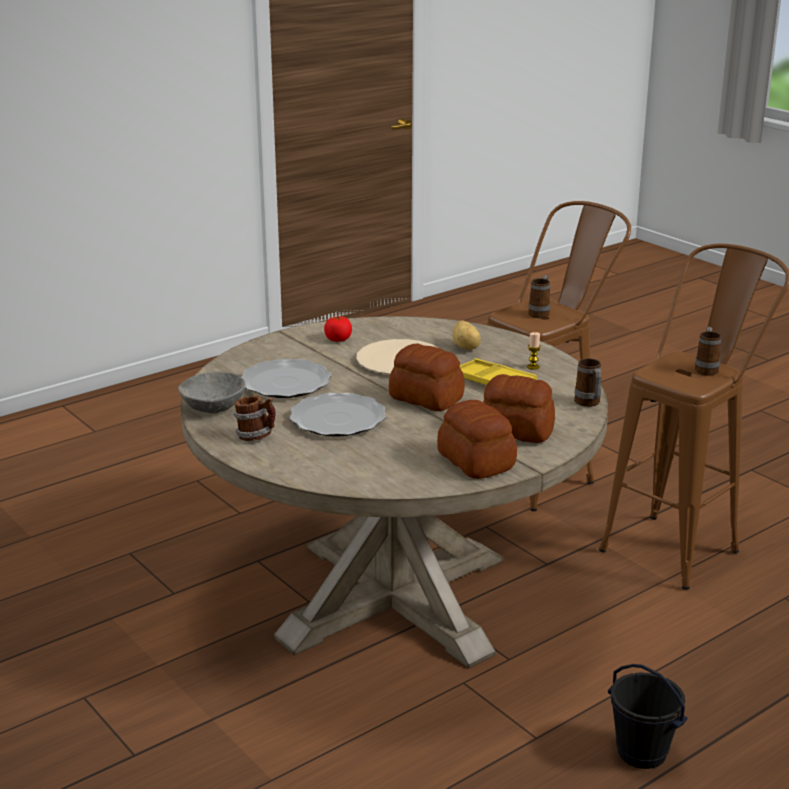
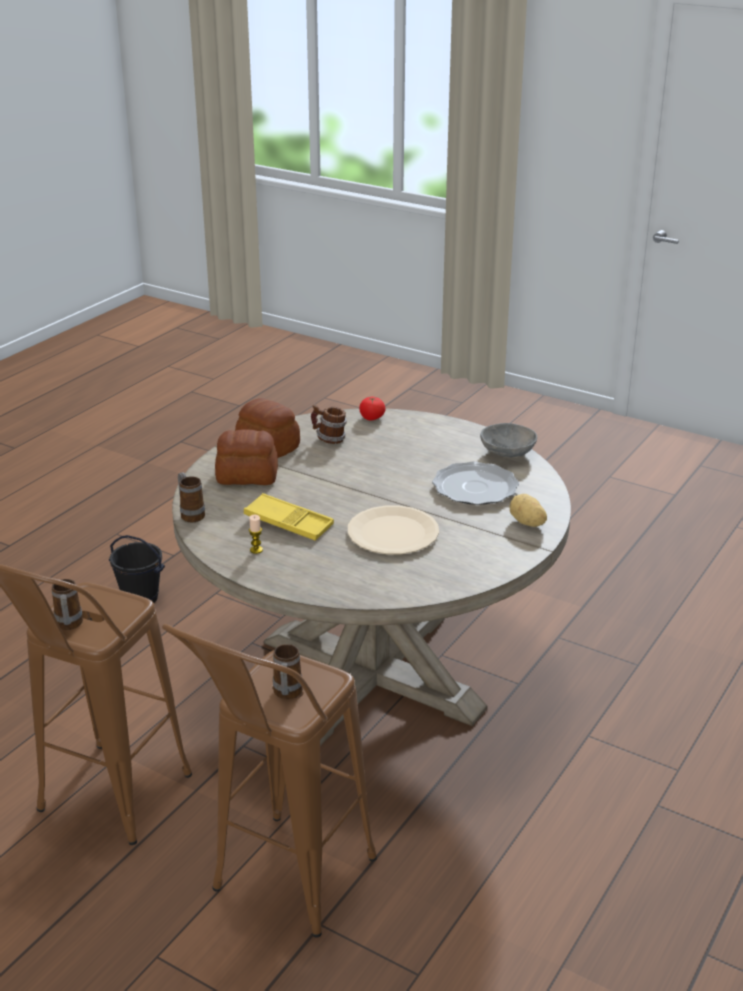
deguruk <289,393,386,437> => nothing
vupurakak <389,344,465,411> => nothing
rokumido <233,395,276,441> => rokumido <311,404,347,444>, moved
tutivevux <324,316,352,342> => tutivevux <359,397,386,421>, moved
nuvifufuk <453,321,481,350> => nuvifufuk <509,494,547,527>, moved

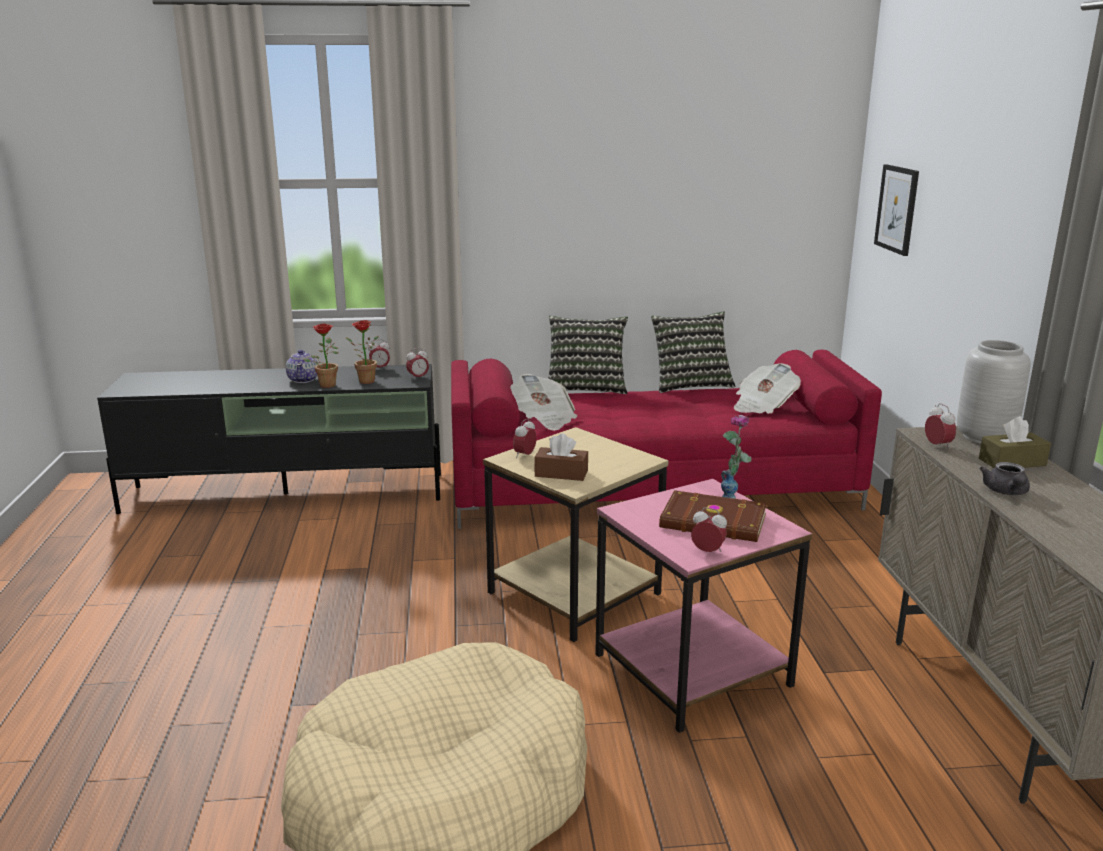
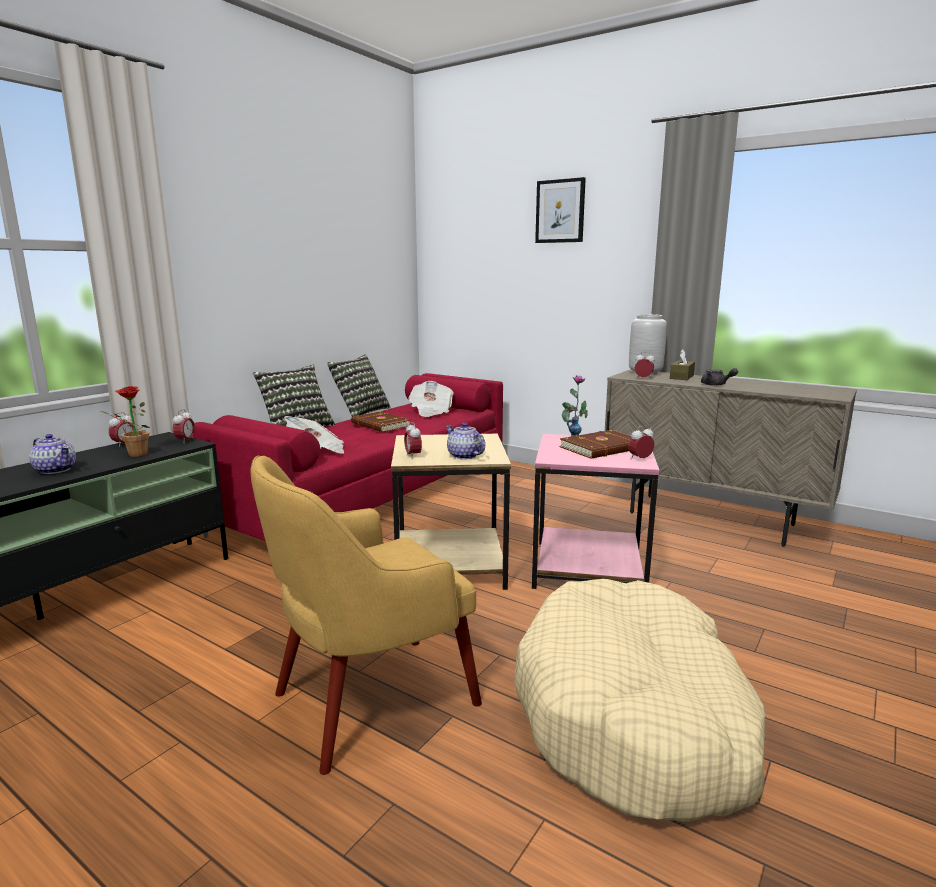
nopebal <303,324,338,388> => nothing
nothing => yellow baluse <250,456,482,775>
nothing => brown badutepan <351,411,410,432>
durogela <874,164,919,256> => durogela <535,177,586,243>, moved
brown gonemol <534,433,588,481> => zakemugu <446,423,485,459>

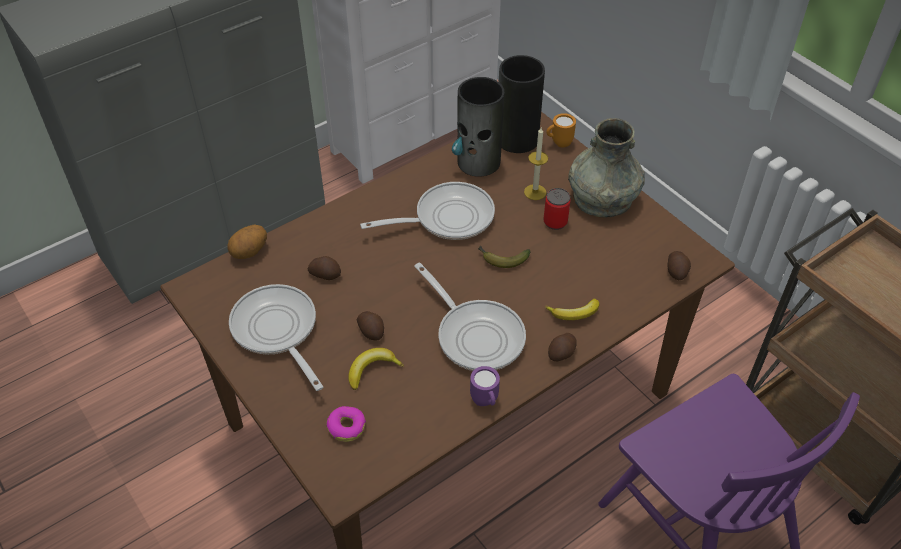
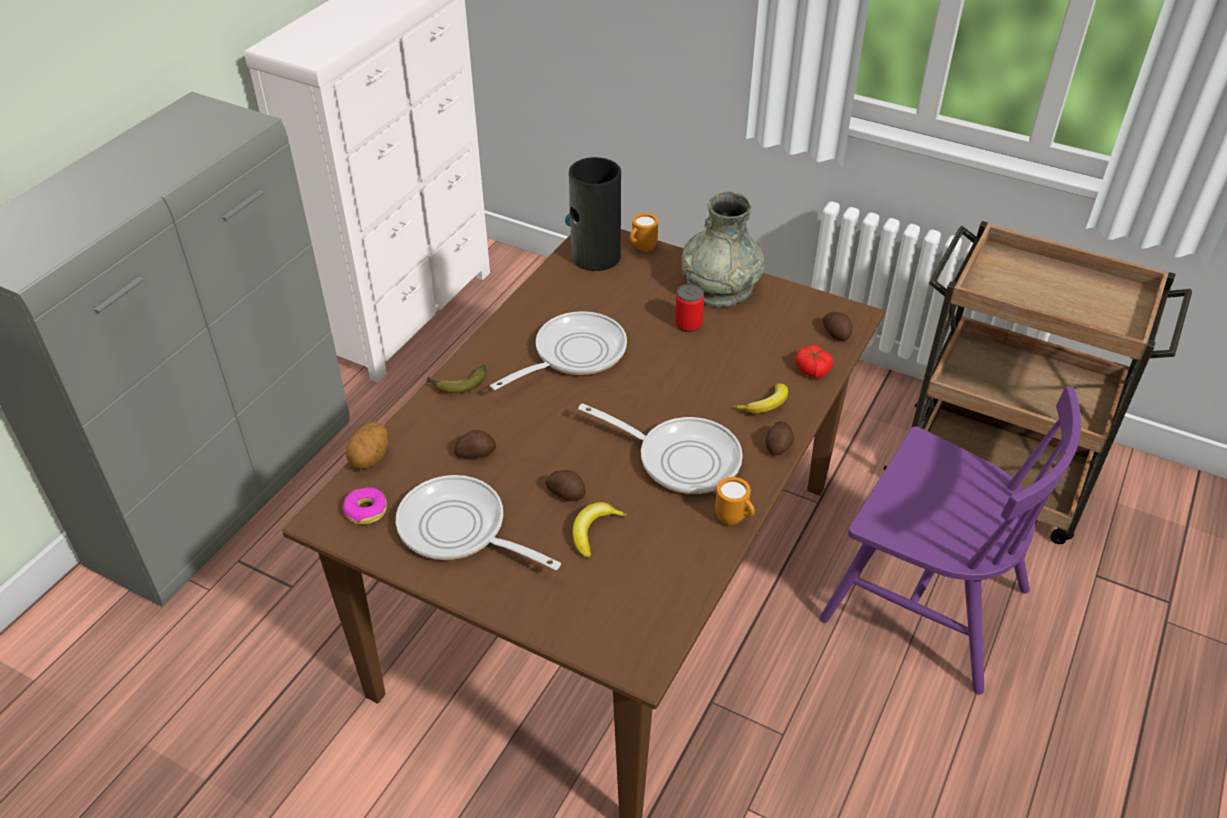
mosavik <452,77,504,177> => nothing
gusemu <524,128,548,200> => nothing
nothing => tutivevux <795,345,833,378>
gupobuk <326,406,366,442> => gupobuk <343,487,387,524>, moved
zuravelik <478,246,531,268> => zuravelik <427,365,486,393>, moved
purple rokumido <470,366,500,406> => orange rokumido <715,477,755,525>

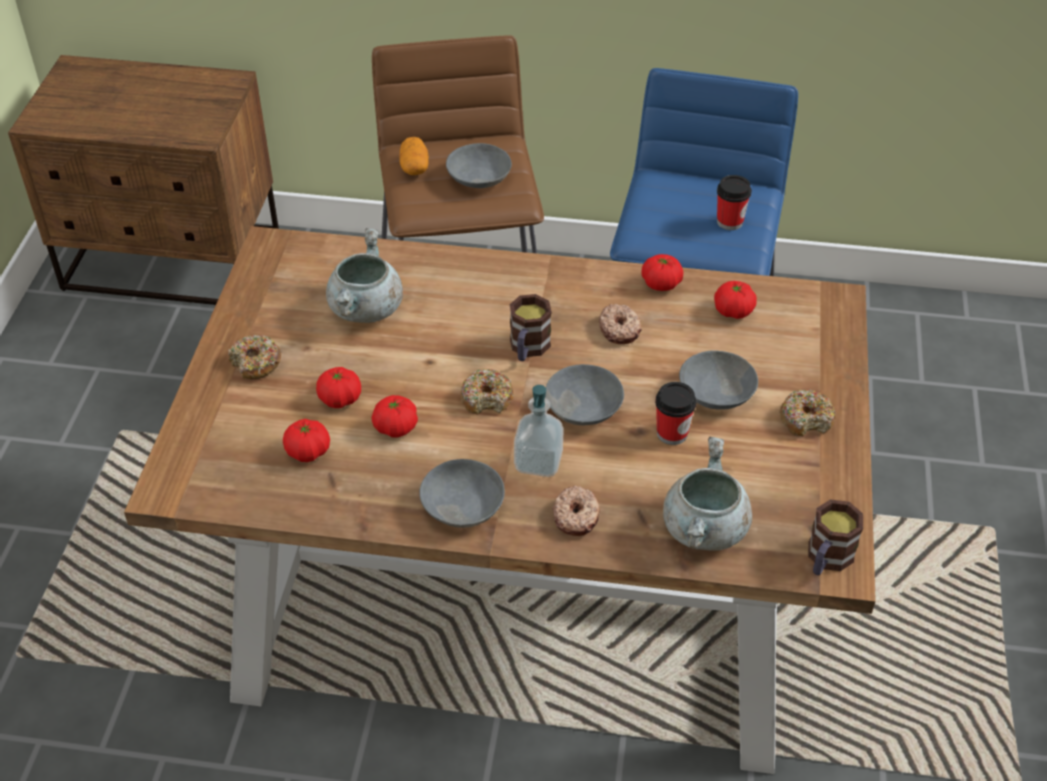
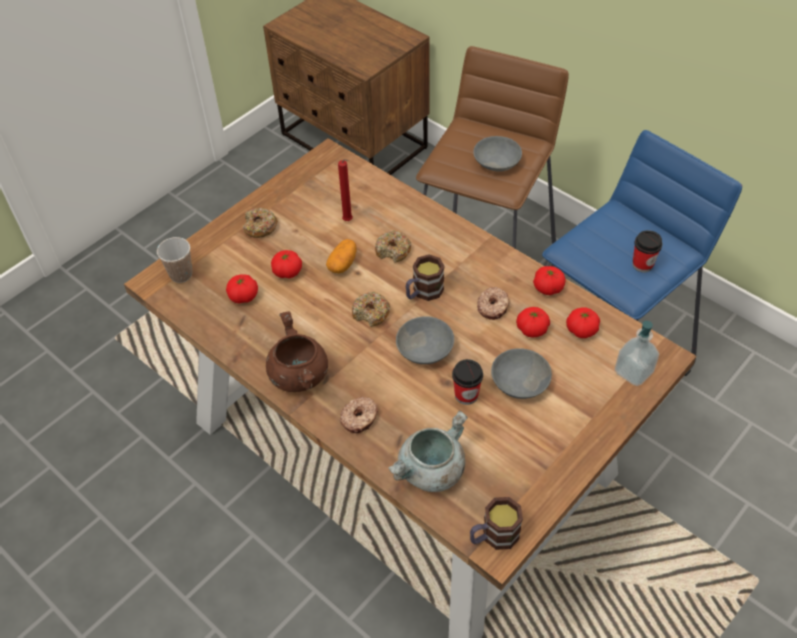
nothing => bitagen <157,237,192,283>
tutivevux <371,395,418,437> => tutivevux <516,307,550,338>, moved
nuvifufuk <400,137,429,175> => nuvifufuk <326,239,357,273>, moved
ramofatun <514,385,564,477> => ramofatun <615,321,659,386>, moved
gupobuk <779,389,835,437> => gupobuk <375,231,411,263>, moved
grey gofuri <326,228,403,323> => red gusemu <338,159,353,221>
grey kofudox <419,459,505,528> => brown gofuri <266,311,328,392>

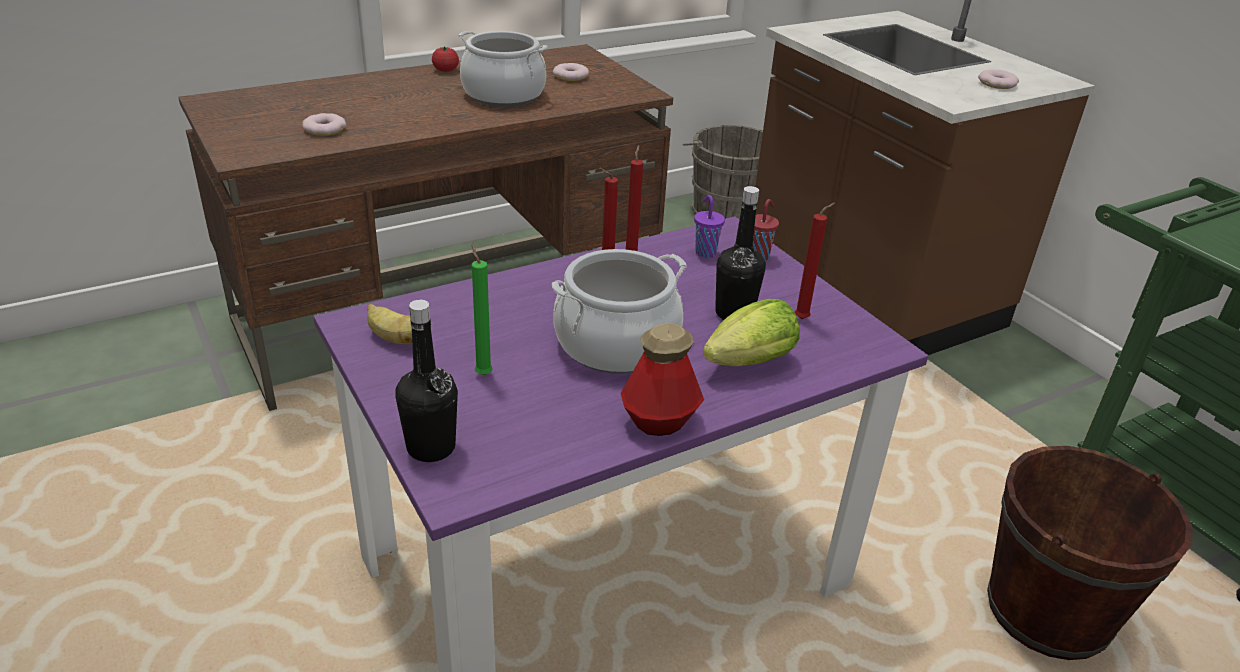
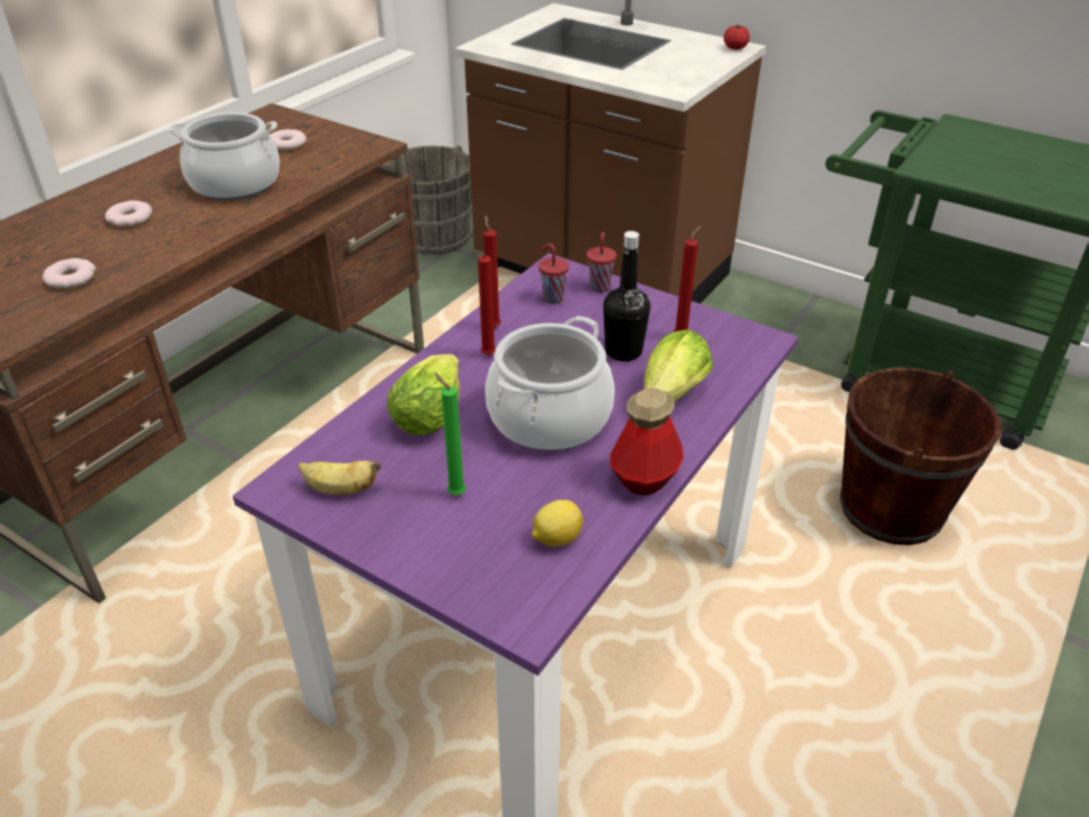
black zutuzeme <395,300,458,462> => nothing
nothing => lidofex <387,354,459,435>
nothing => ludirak <532,500,583,547>
tutivevux <432,46,459,72> => tutivevux <724,24,750,50>, moved
gupobuk <978,70,1019,89> => gupobuk <105,200,152,227>, moved
purple bitagen <694,195,725,258> => red bitagen <539,243,569,304>

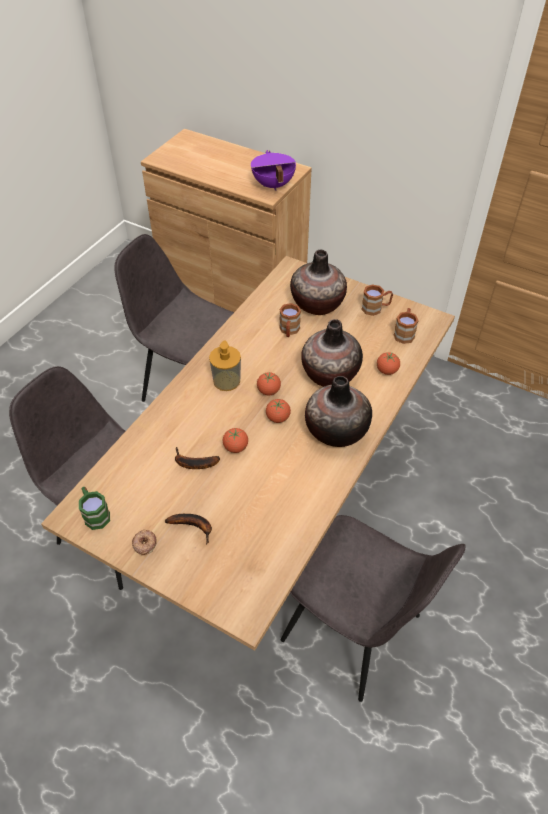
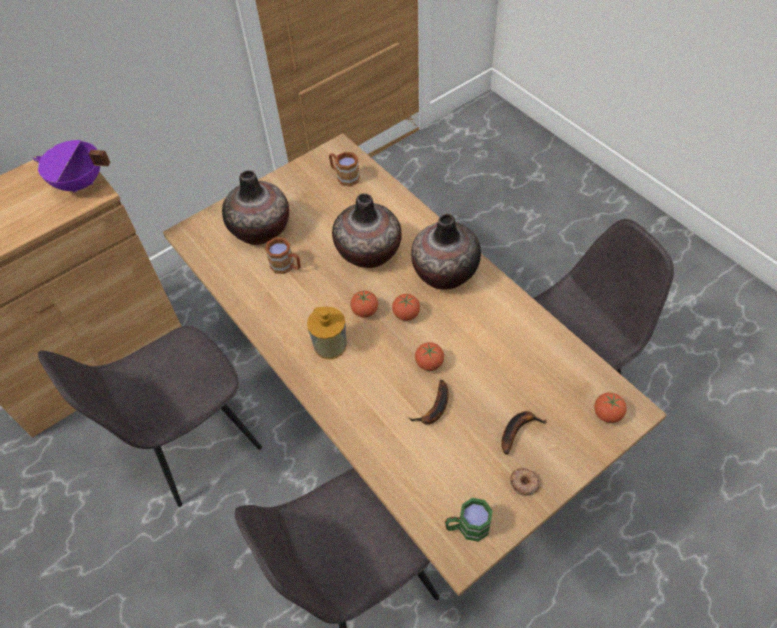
brown rokumido <361,285,393,316> => nothing
tutivevux <377,352,400,375> => tutivevux <594,392,627,423>, moved

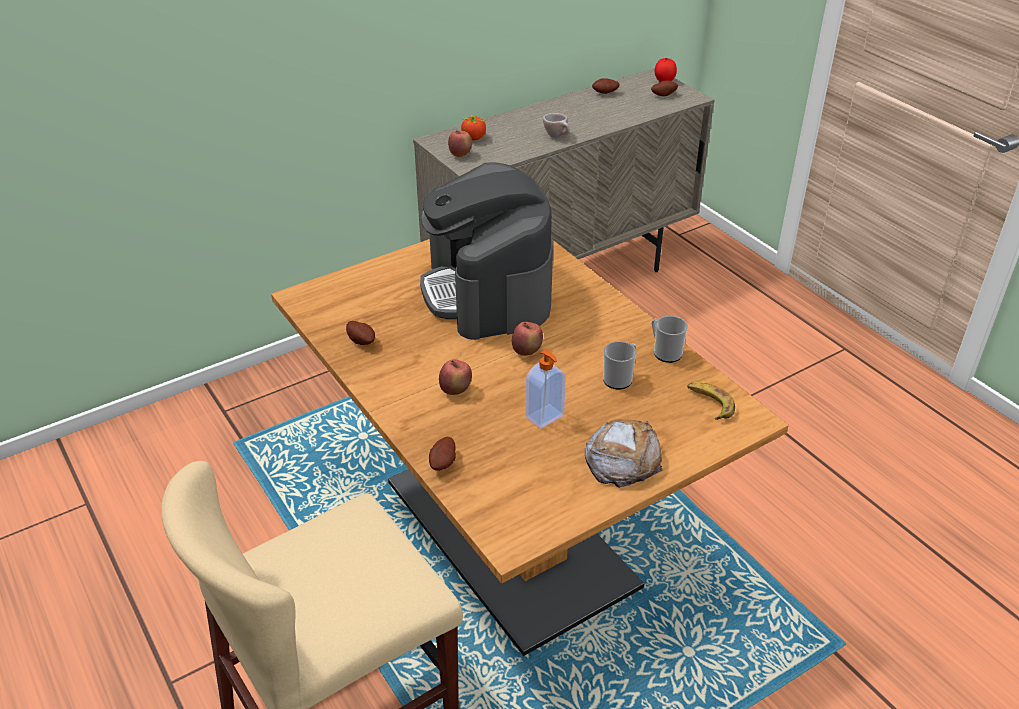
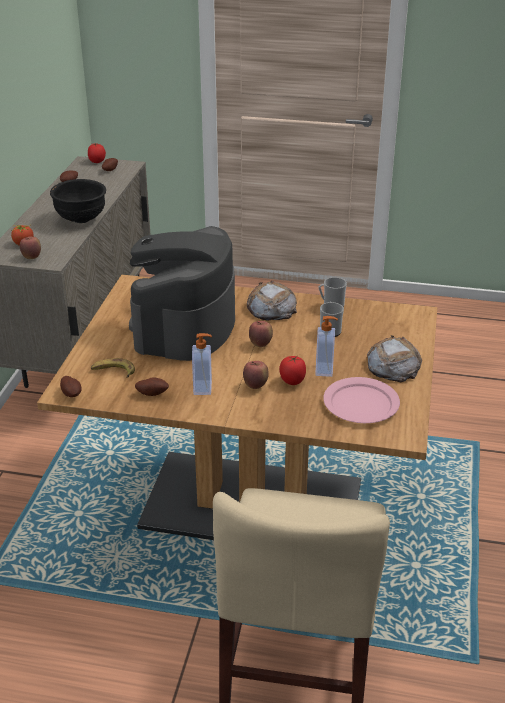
nothing => ramofatun <192,333,212,395>
nothing => vupurakak <247,280,297,321>
nothing => tutivevux <279,356,306,385>
nothing => pink deguruk <323,377,400,423>
nuvifufuk <429,437,456,471> => nuvifufuk <60,376,82,397>, moved
zuravelik <687,382,735,420> => zuravelik <91,358,135,378>, moved
beige bitagen <543,113,570,138> => black kofudox <50,179,106,223>
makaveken <420,162,553,340> => makaveken <129,226,235,361>, 75 degrees clockwise

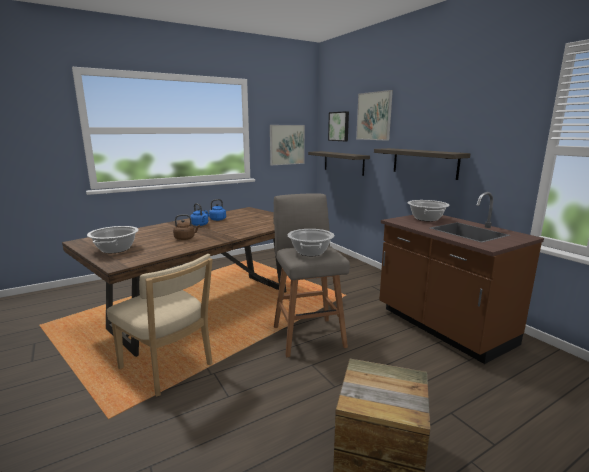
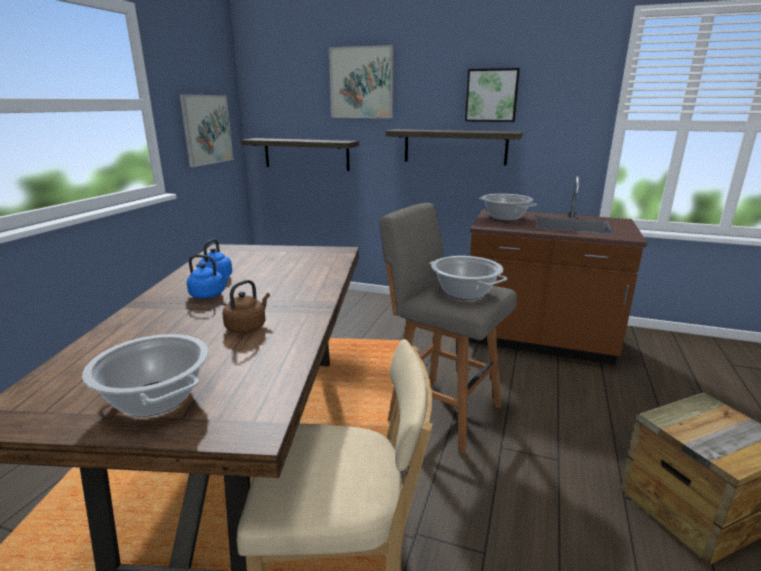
durogela <328,111,349,141> => durogela <465,68,520,122>, moved

